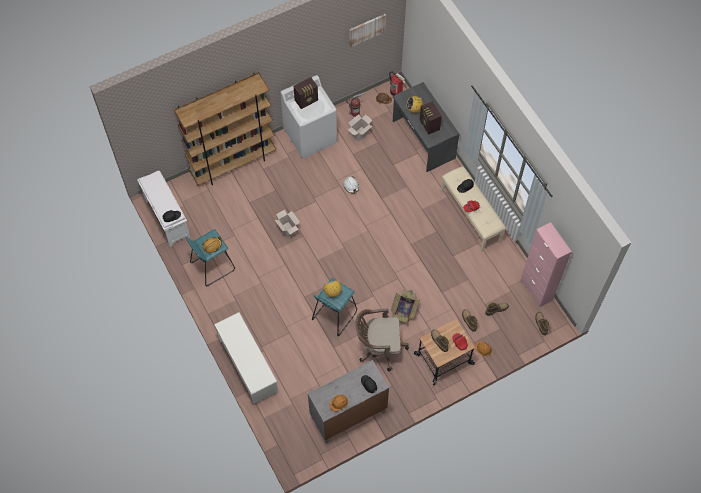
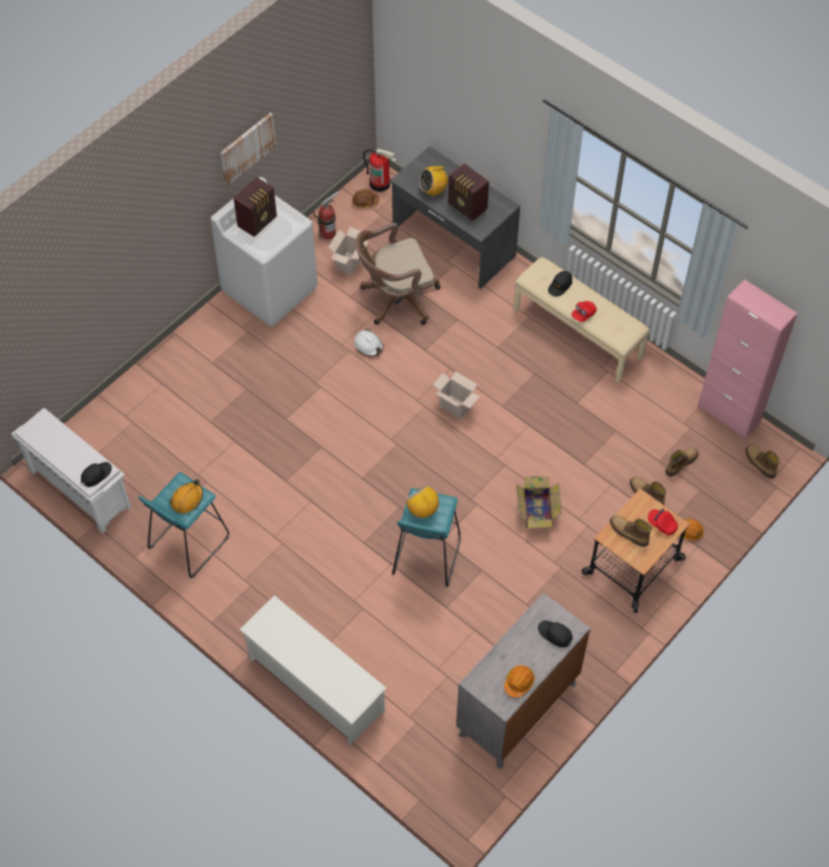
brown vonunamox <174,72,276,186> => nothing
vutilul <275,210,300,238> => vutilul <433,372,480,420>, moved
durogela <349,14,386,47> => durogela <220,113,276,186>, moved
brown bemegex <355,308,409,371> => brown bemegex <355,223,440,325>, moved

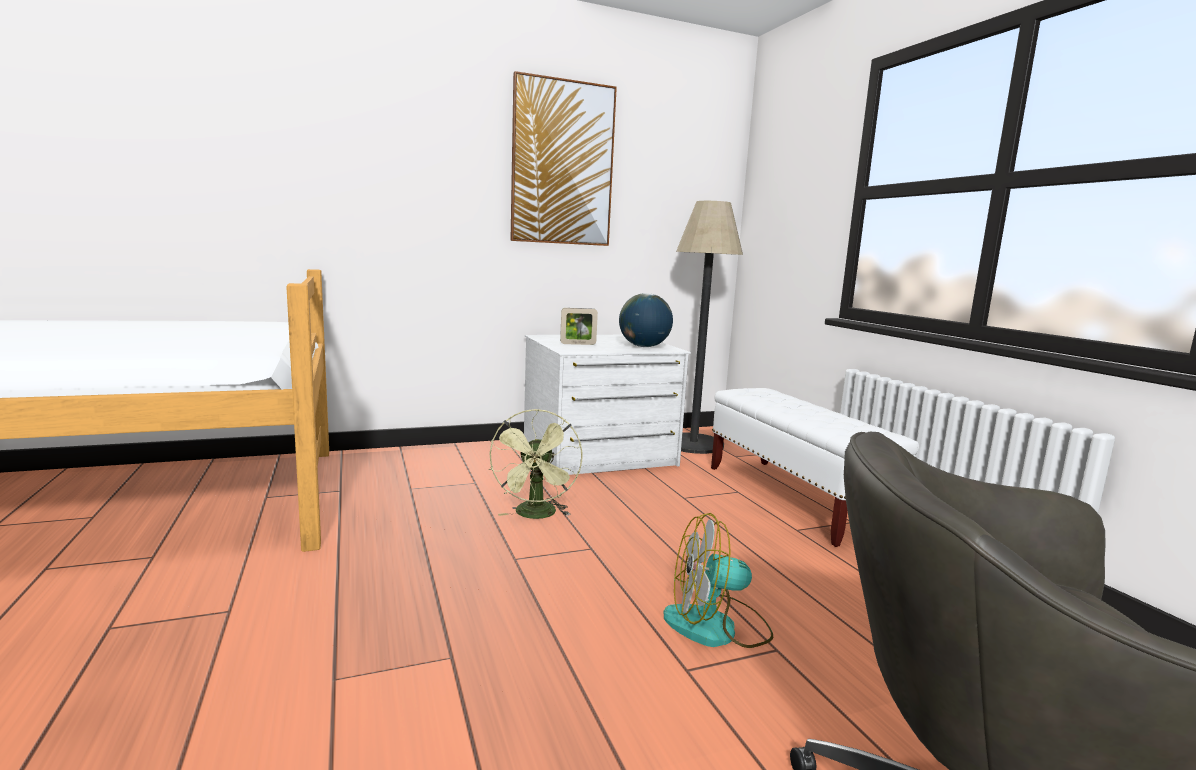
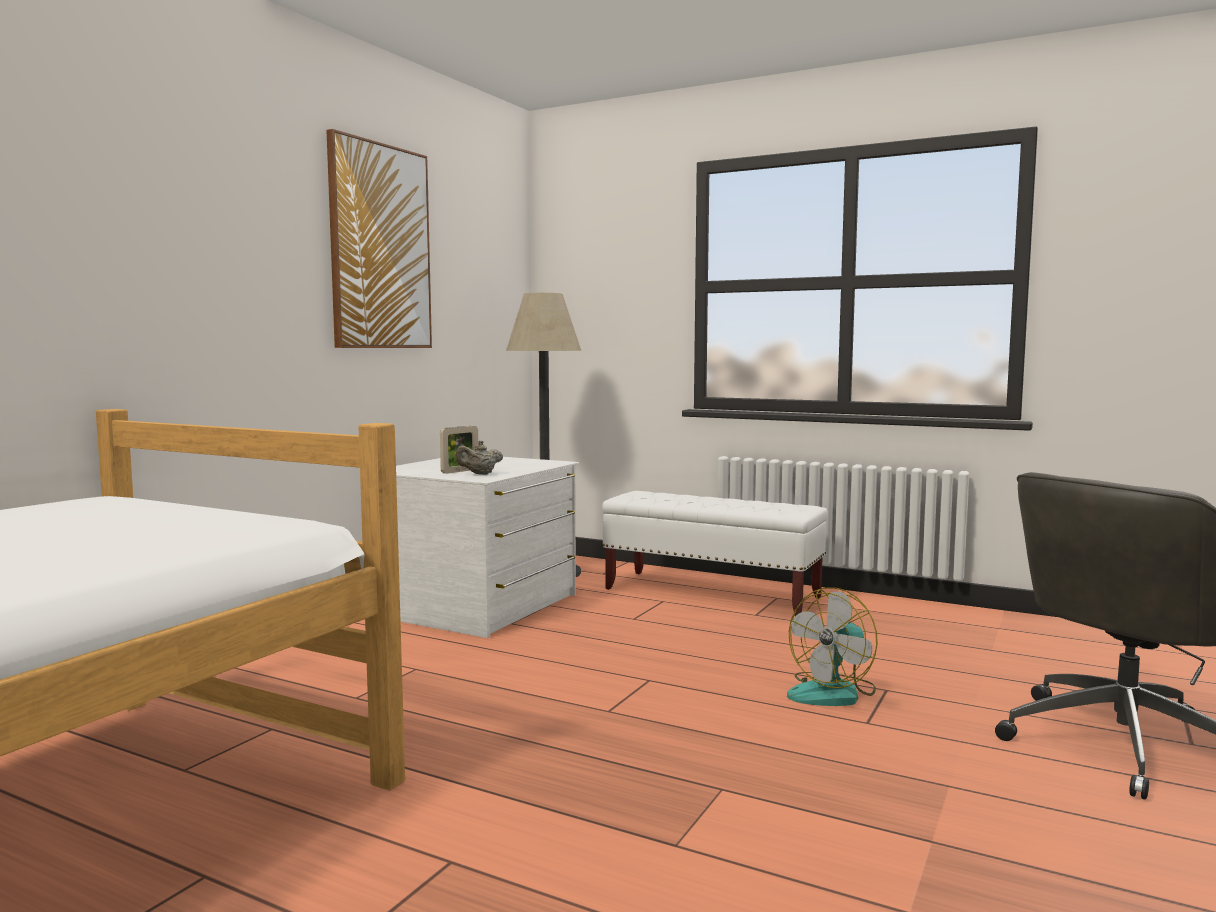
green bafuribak <489,409,582,519> => nothing
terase <619,293,673,347> => nothing
nothing => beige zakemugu <456,440,503,475>

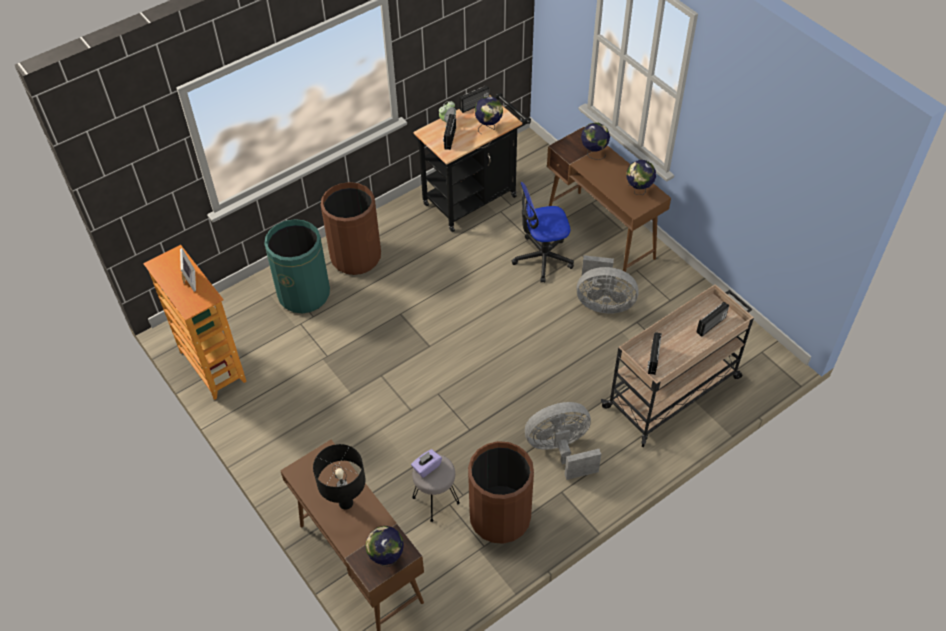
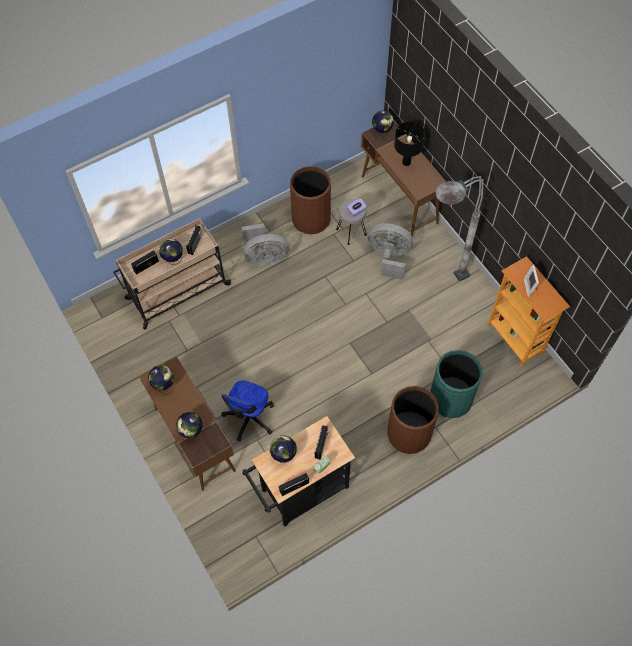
nothing => terase <159,239,183,265>
nothing => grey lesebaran <436,176,484,281>
grey bafuribak <577,255,639,314> => grey bafuribak <368,223,413,280>, moved
bemegex <512,182,574,283> => bemegex <221,380,274,442>, 120 degrees clockwise

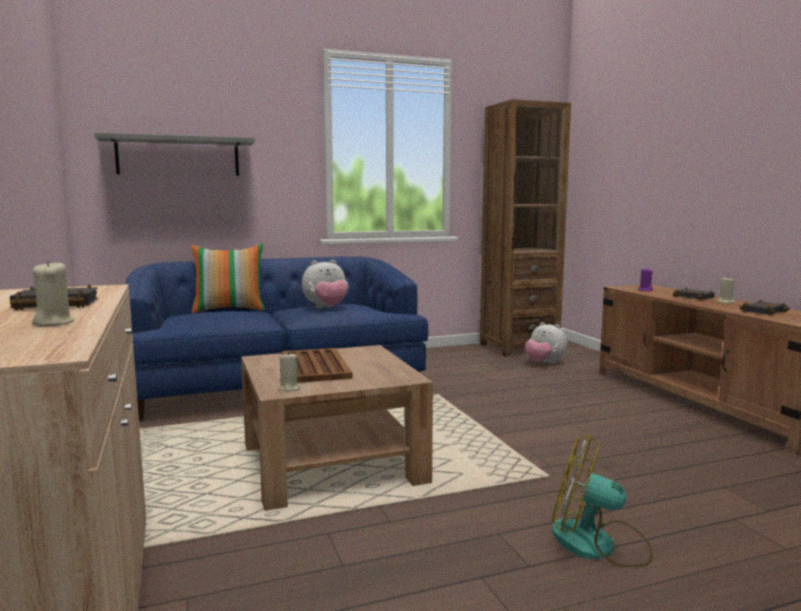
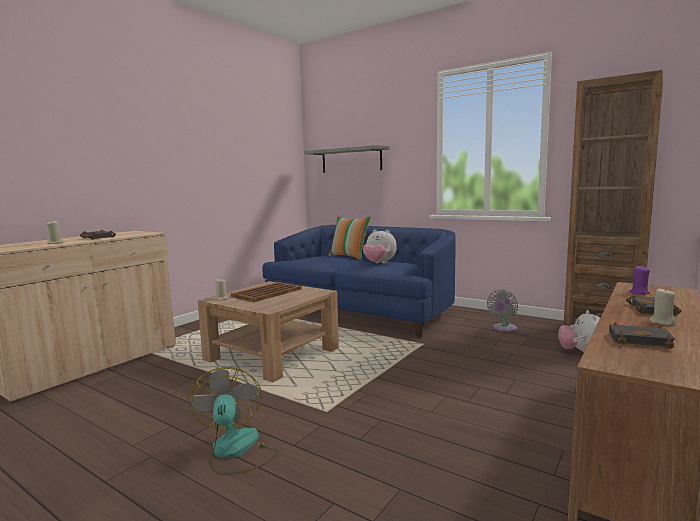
nothing => grey bafuribak <487,290,518,332>

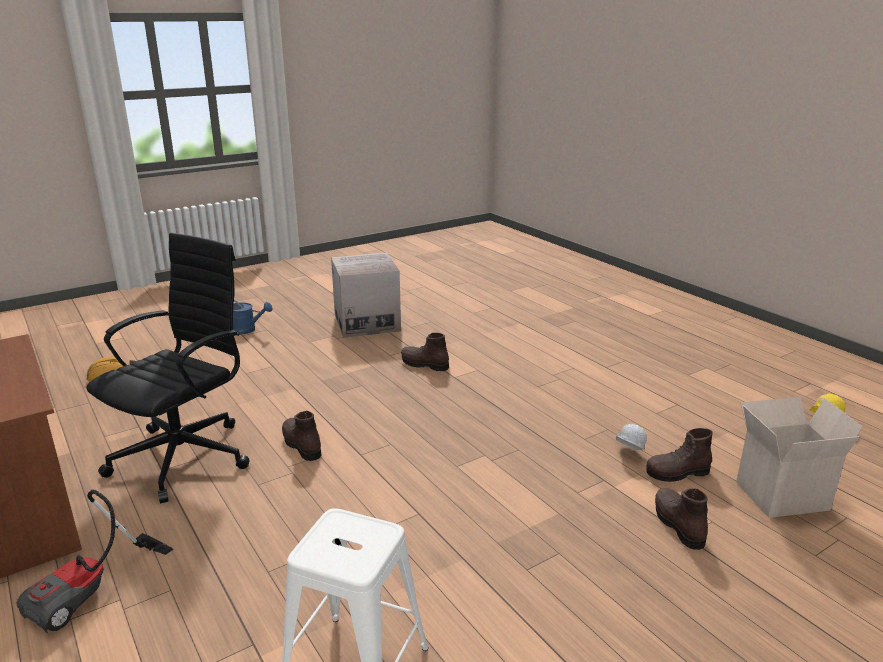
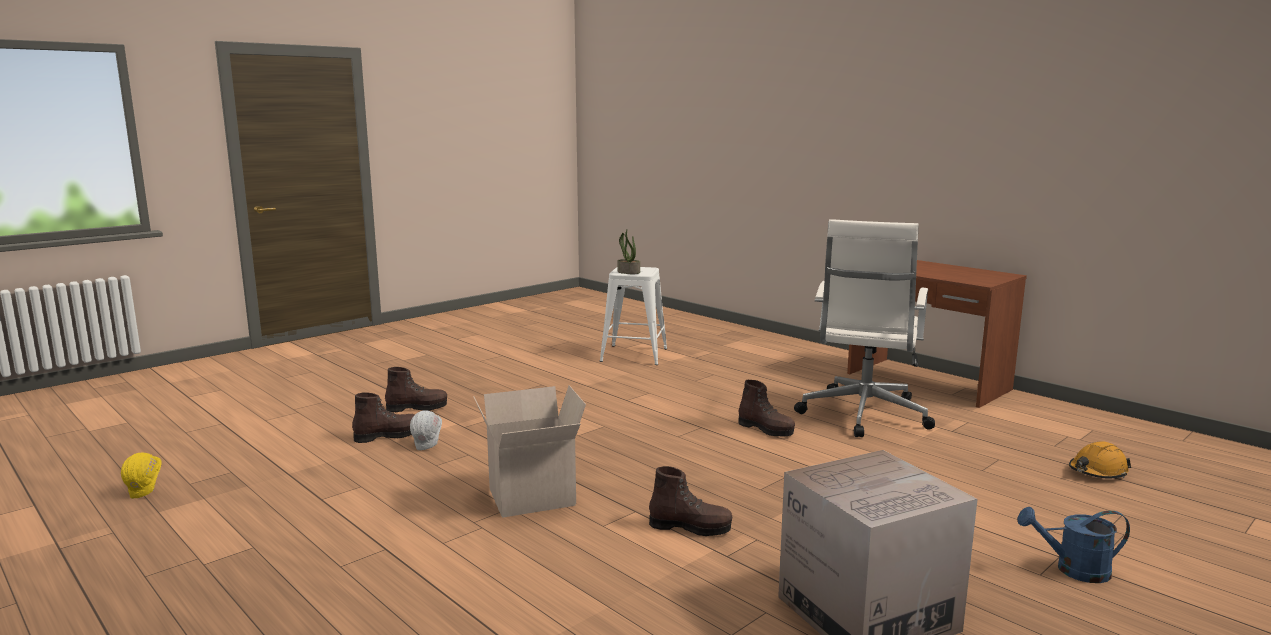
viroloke <16,489,173,634> => nothing
nothing => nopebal <618,229,640,274>
vutilul <736,397,863,518> => vutilul <473,385,586,518>, moved
black bemegex <86,233,249,503> => white bemegex <794,219,935,437>
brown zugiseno <655,488,708,550> => brown zugiseno <385,367,447,412>, 75 degrees counterclockwise

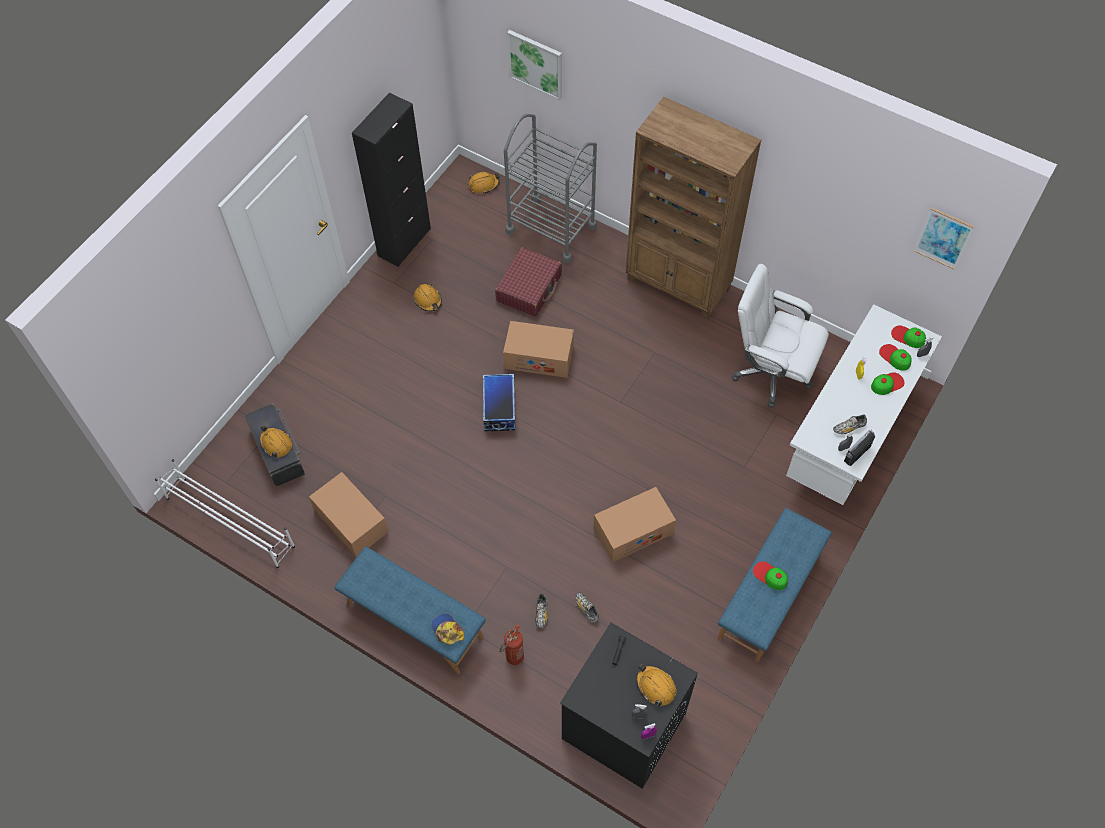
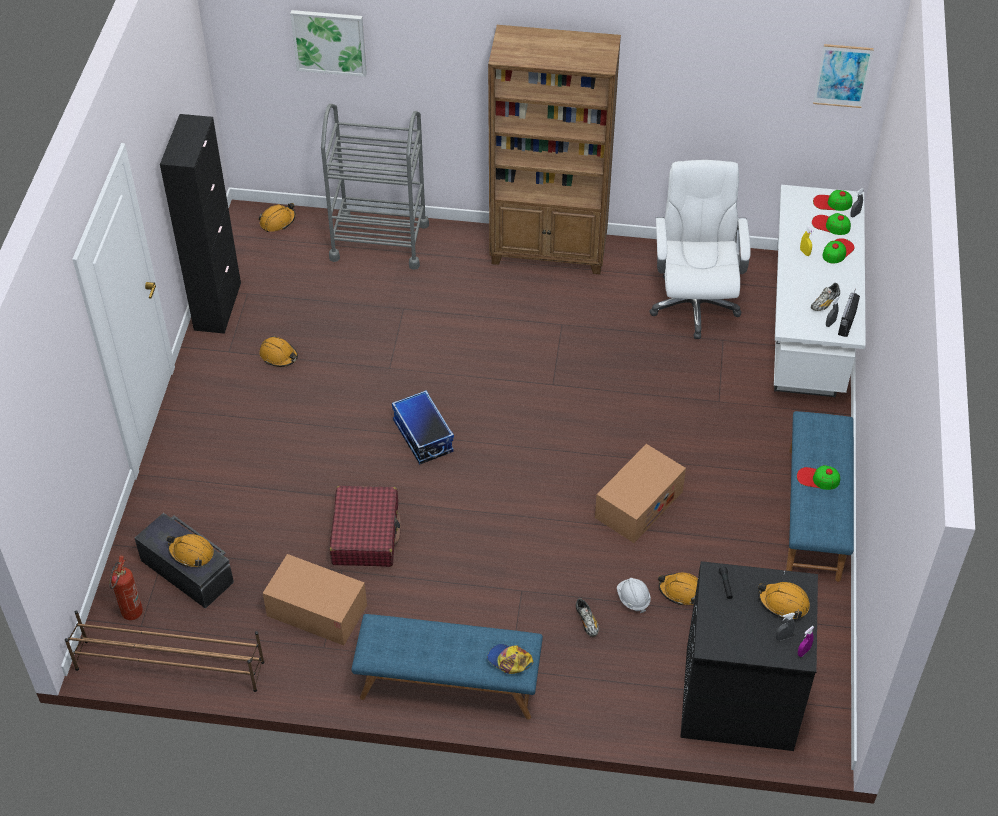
vutilul <503,321,574,378> => nothing
nothing => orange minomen <658,573,698,605>
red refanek <495,247,562,316> => red refanek <330,486,401,567>, moved
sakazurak <499,624,524,665> => sakazurak <109,556,143,620>, moved
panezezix <575,592,599,623> => white minomen <617,578,651,613>
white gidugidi <155,459,295,568> => brown gidugidi <65,610,264,692>
white bemegex <732,264,829,408> => white bemegex <649,160,751,339>, 90 degrees clockwise

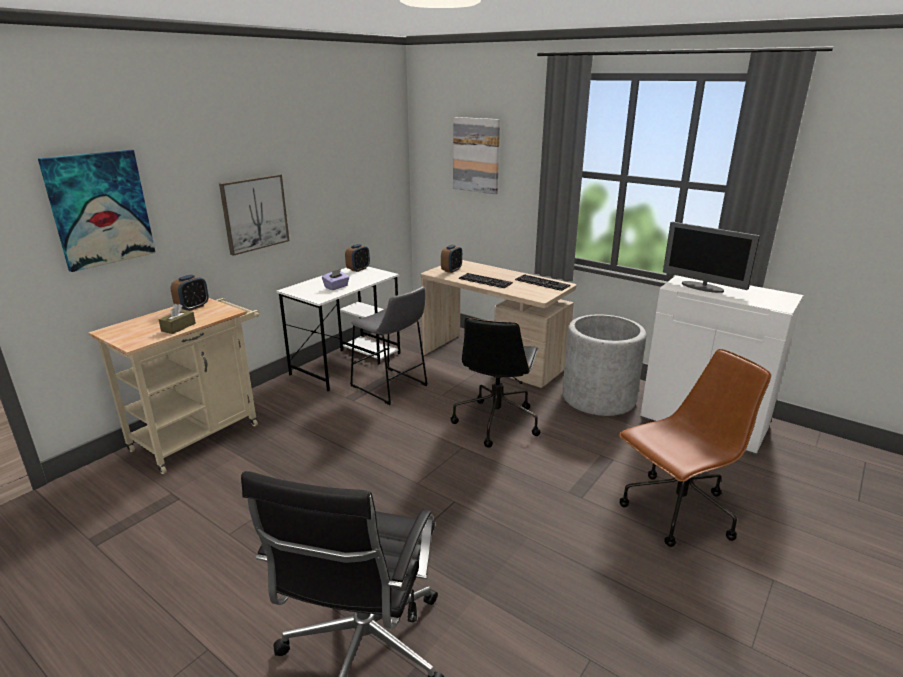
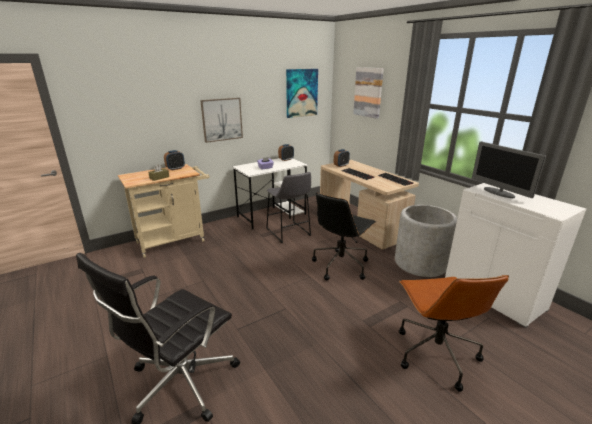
durogela <38,150,156,272> => durogela <286,69,318,118>, moved
brown bemegex <619,349,771,547> => brown bemegex <399,275,509,392>, 90 degrees clockwise

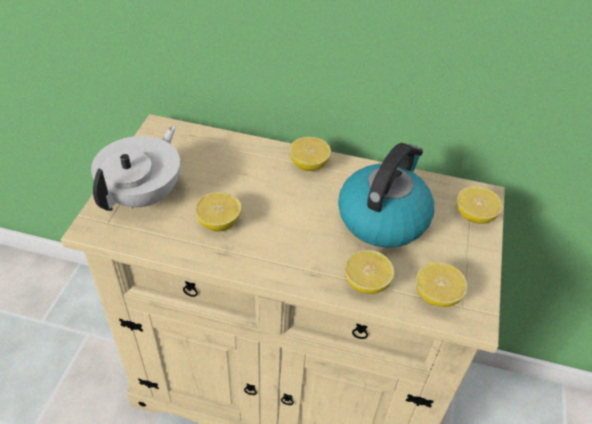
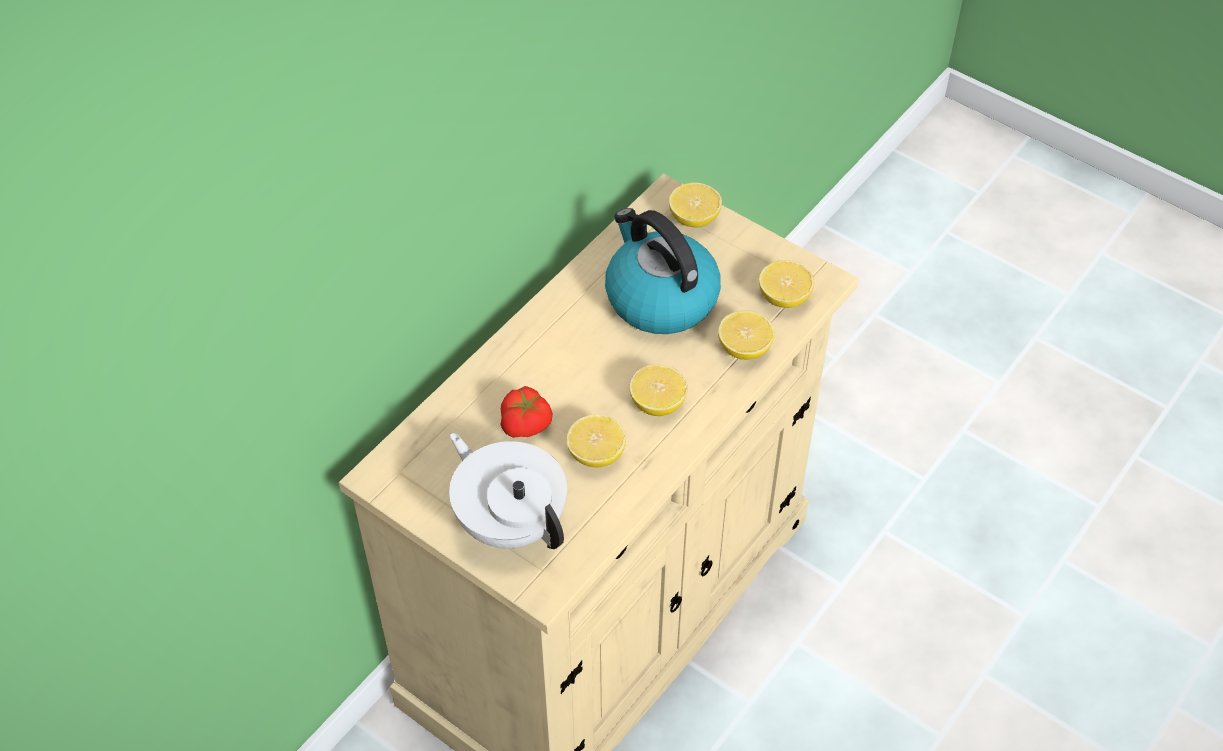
nothing => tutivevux <500,386,552,438>
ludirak <289,137,331,171> => ludirak <629,365,688,416>, moved

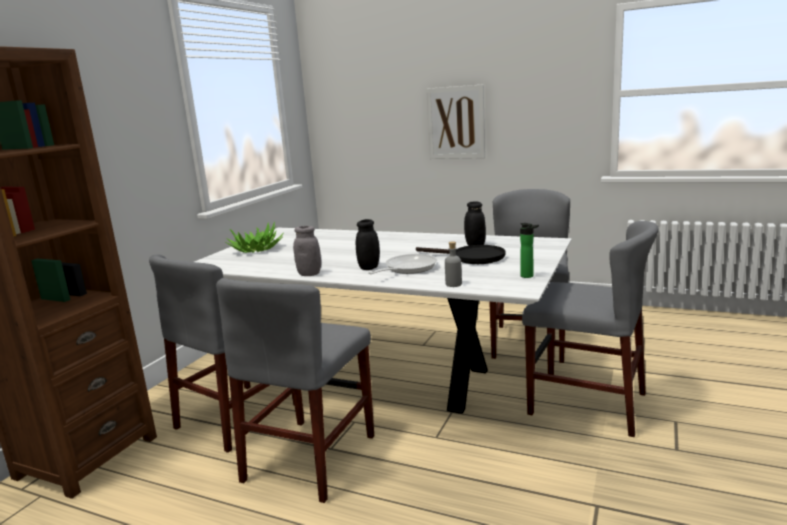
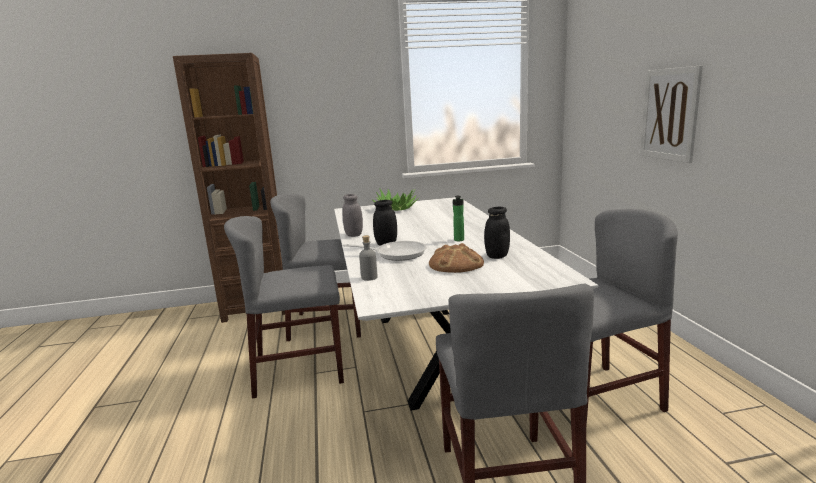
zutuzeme <520,223,539,278> => zutuzeme <453,195,464,241>, moved
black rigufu <416,245,505,264> => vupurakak <429,243,484,273>

